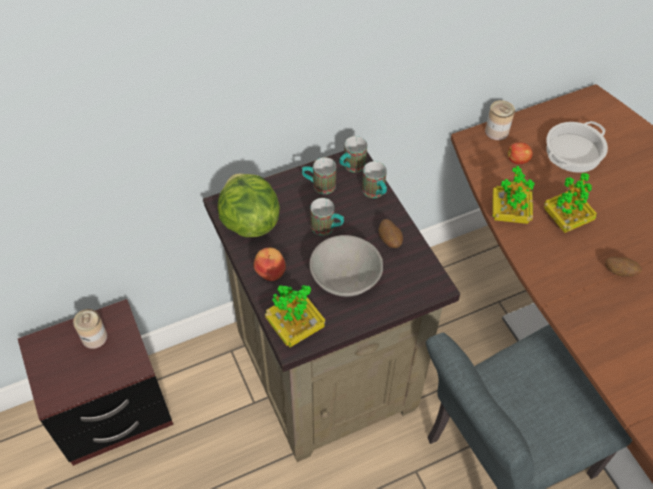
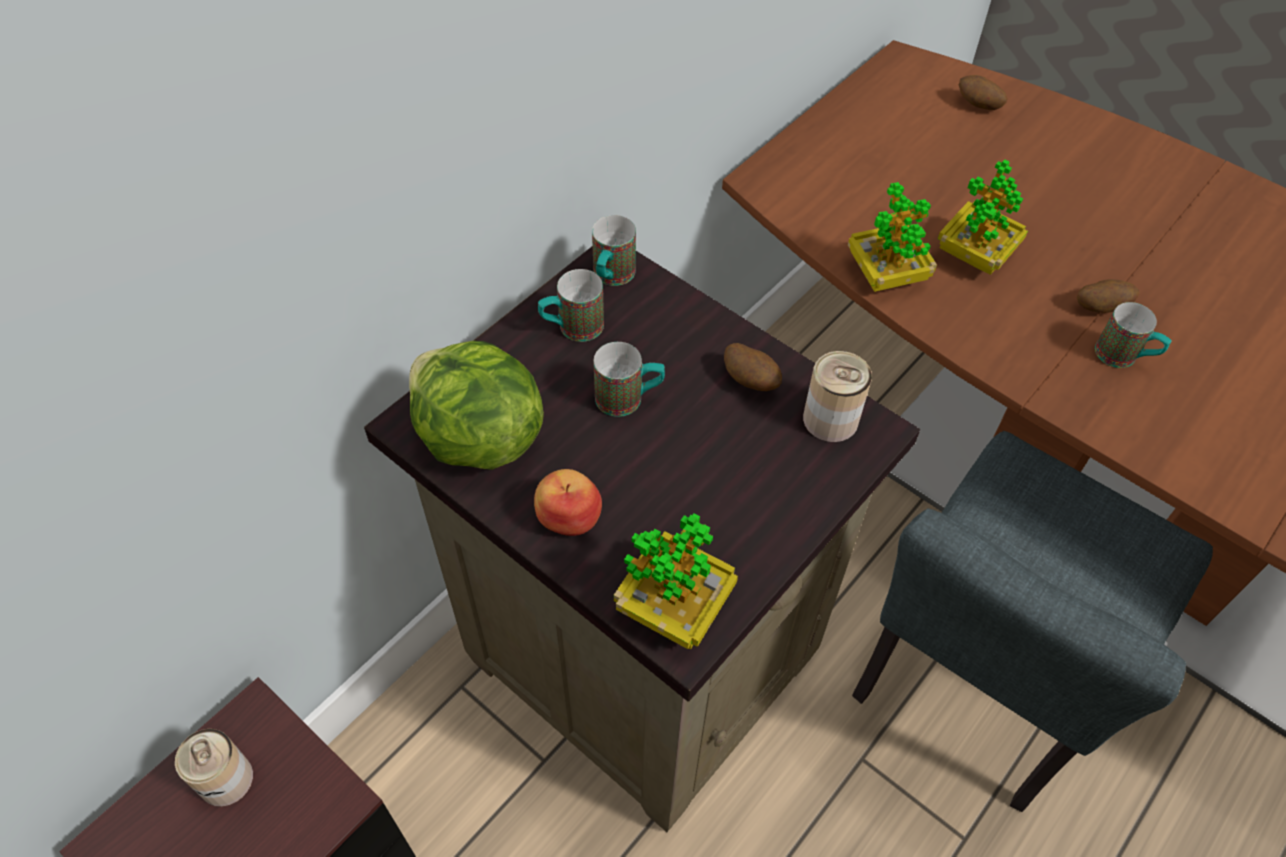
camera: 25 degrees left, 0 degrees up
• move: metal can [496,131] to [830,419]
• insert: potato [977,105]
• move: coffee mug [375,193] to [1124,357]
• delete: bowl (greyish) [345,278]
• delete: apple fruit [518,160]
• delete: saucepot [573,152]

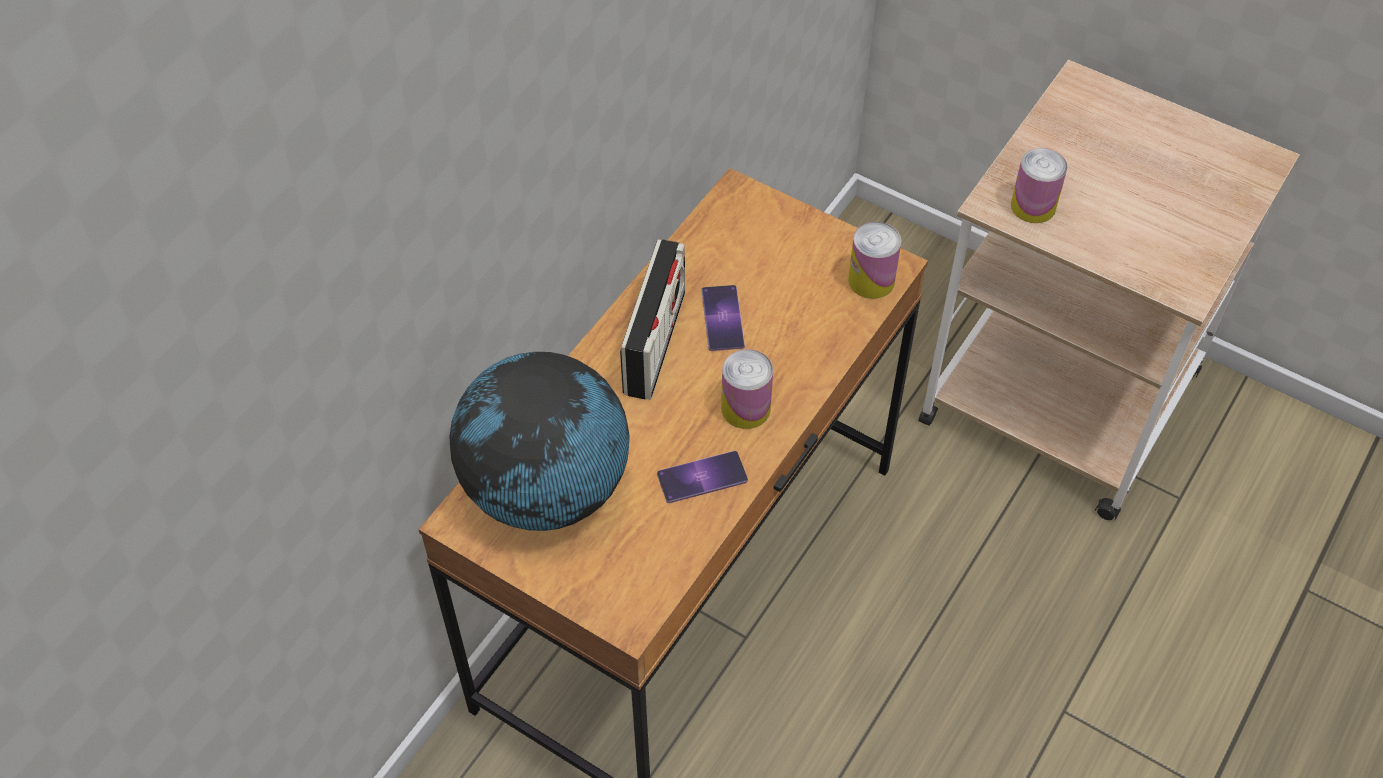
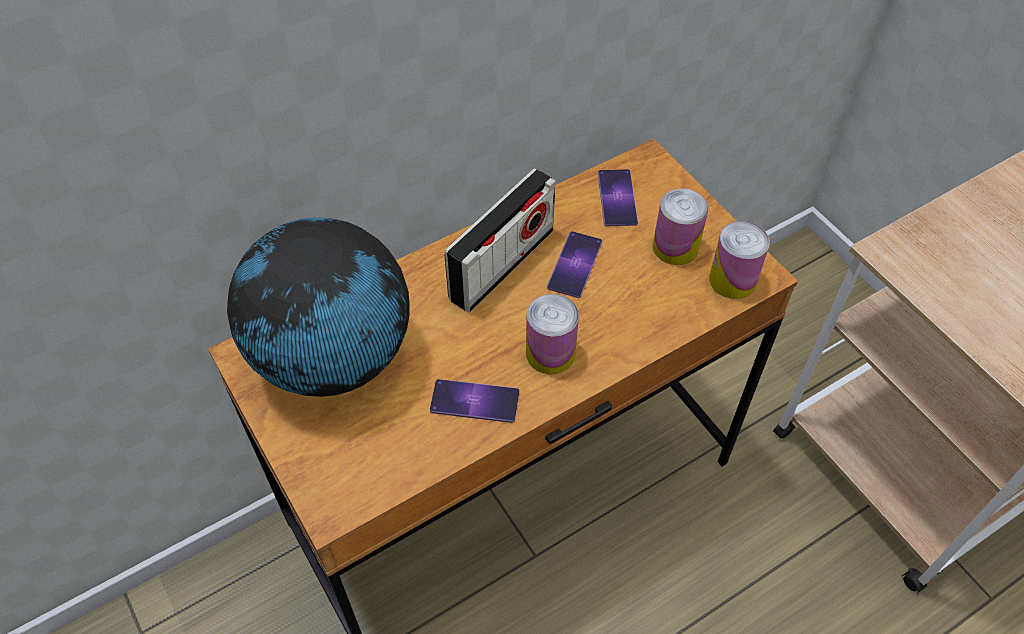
camera: 25 degrees right, 0 degrees up
• insert: telephone [617,198]
• move: metal can [1033,206] to [675,247]

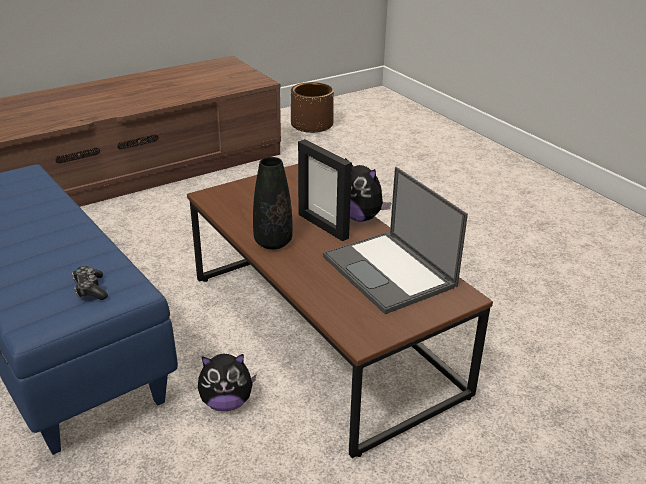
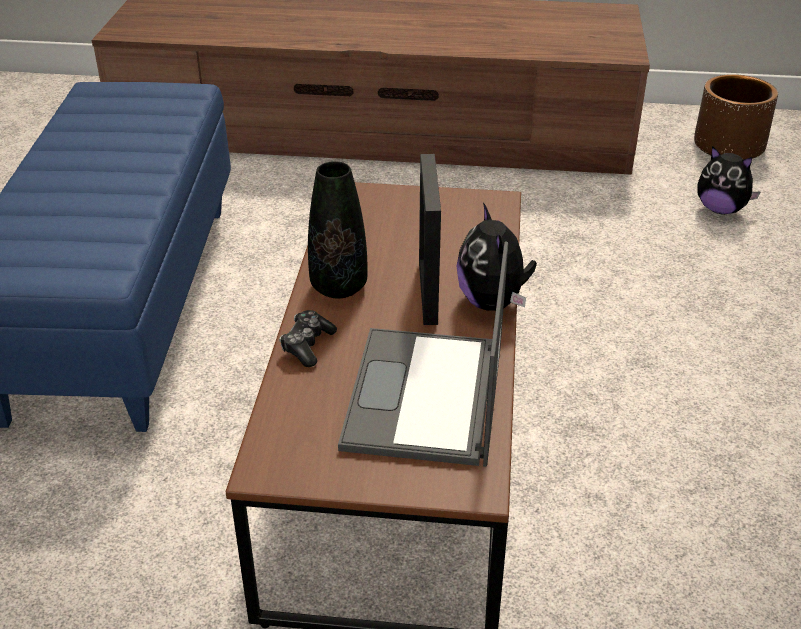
camera: 40 degrees right, 5 degrees up
• move: game controller [90,289] to [307,345]
• move: soft toy [226,402] to [721,209]

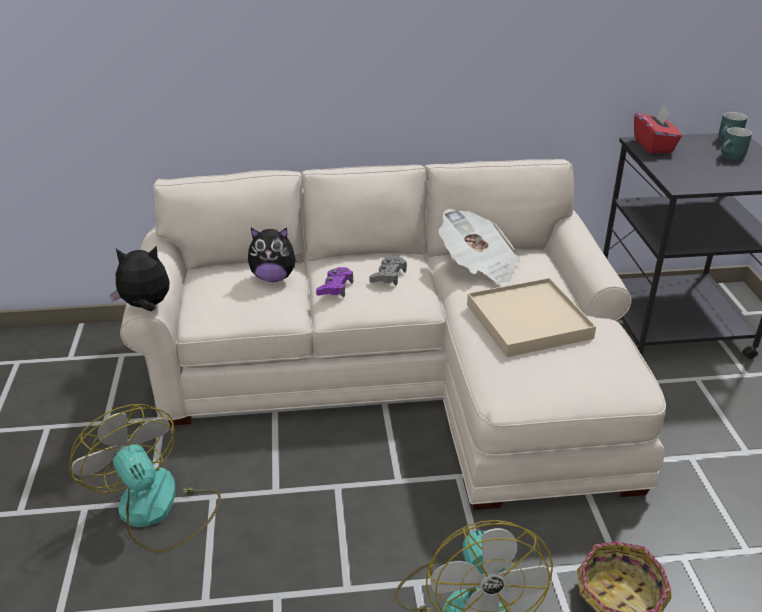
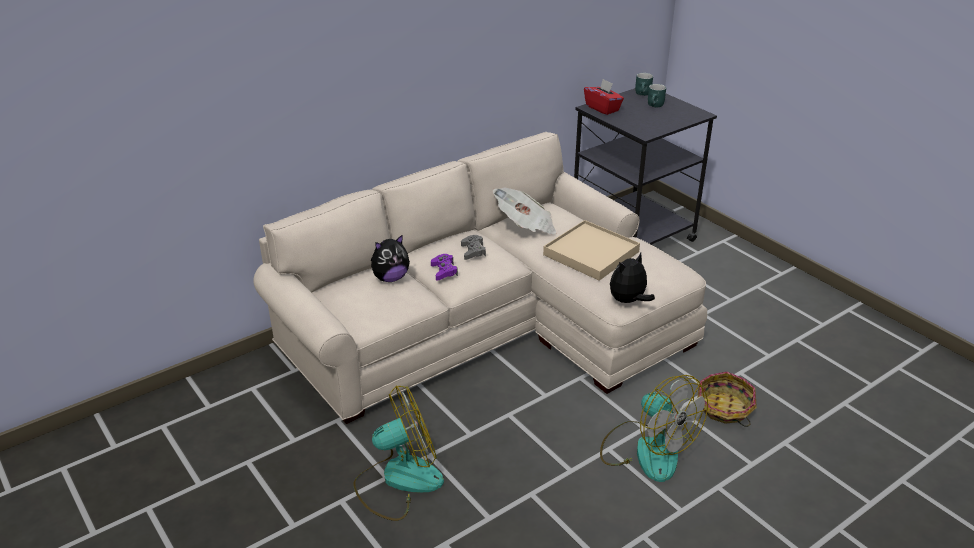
camera: 30 degrees left, 0 degrees up
• rotate: electric fan [157,510] = [398,480] 135 degrees clockwise
• move: soft toy [146,306] to [628,301]

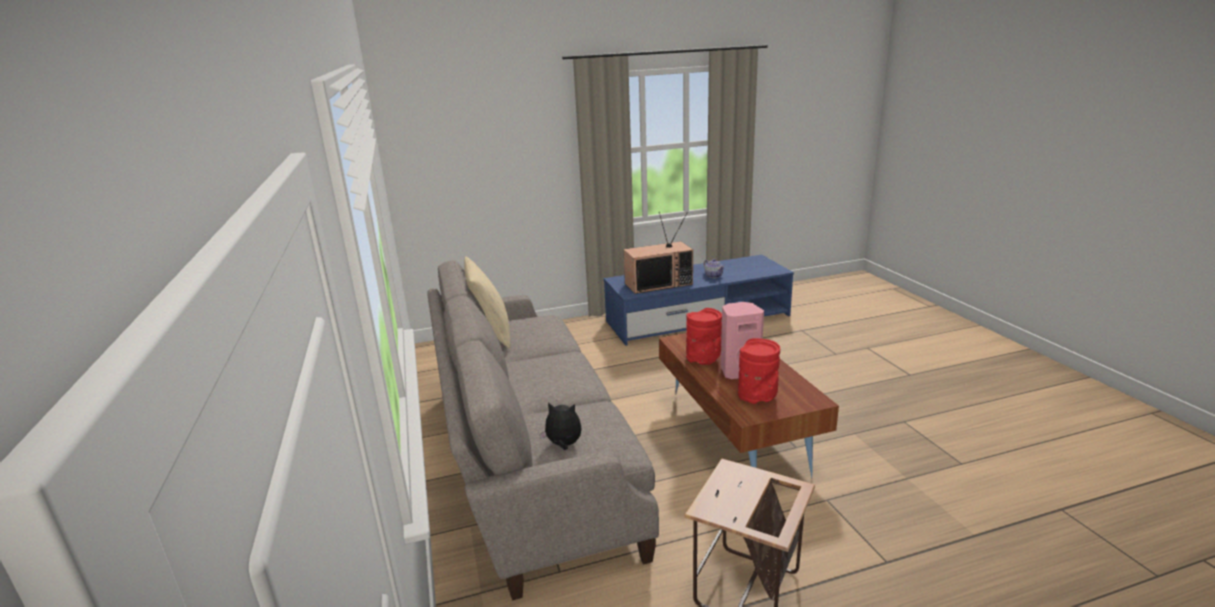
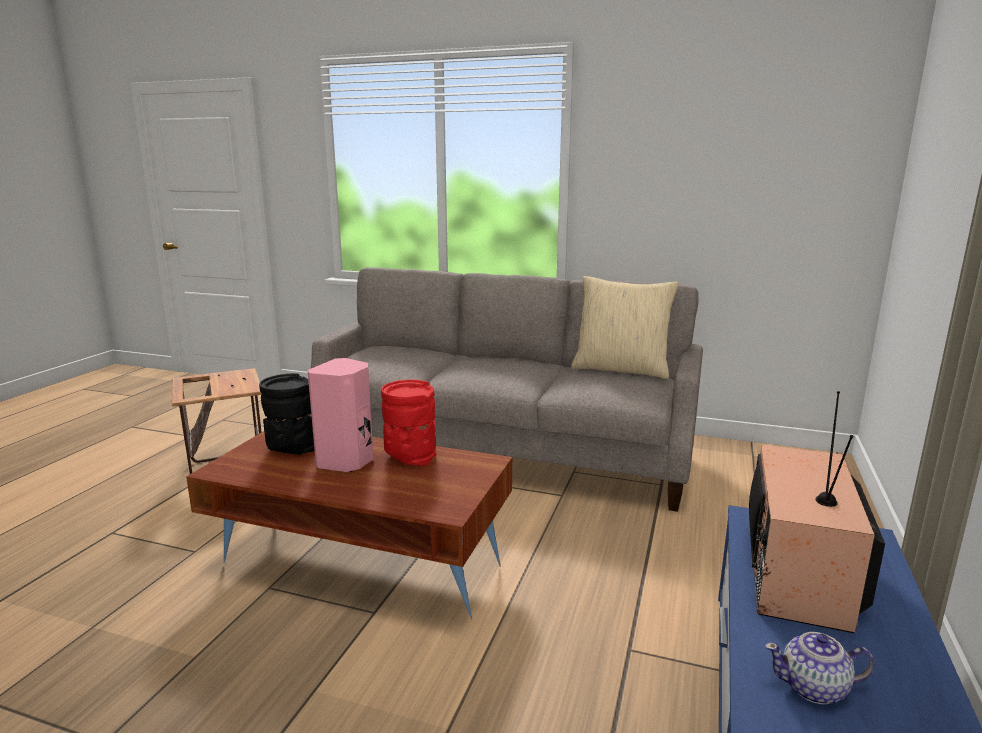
camera: 125 degrees right, 5 degrees down
• recolor: vase (red-coloured) [758,396] to vase (black) [292,448]
• delete: soft toy [563,445]

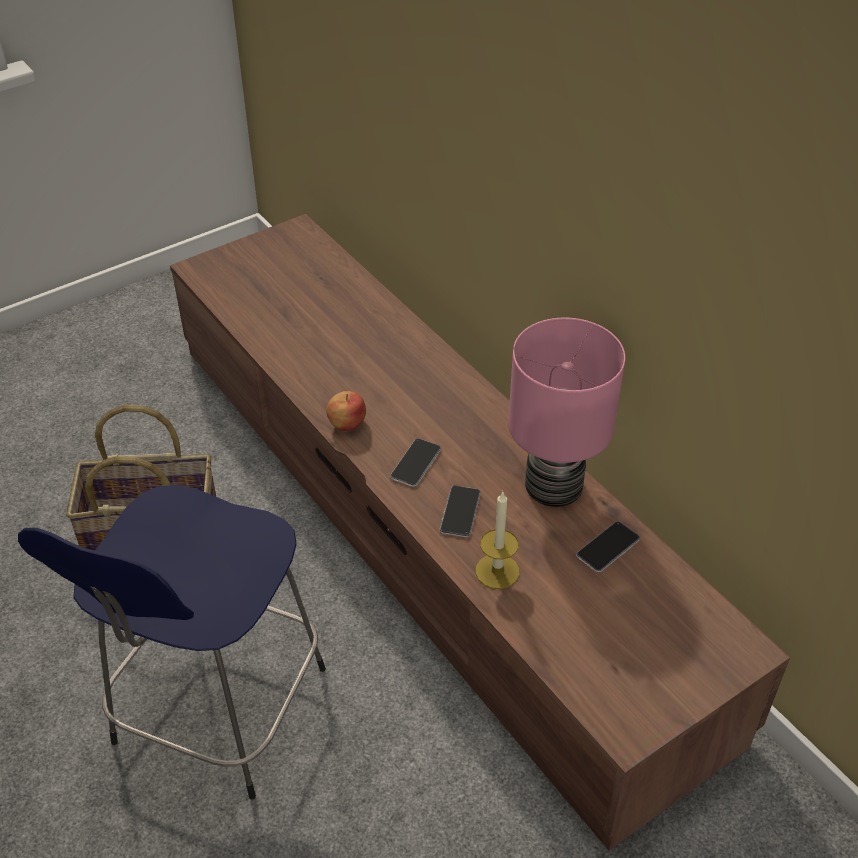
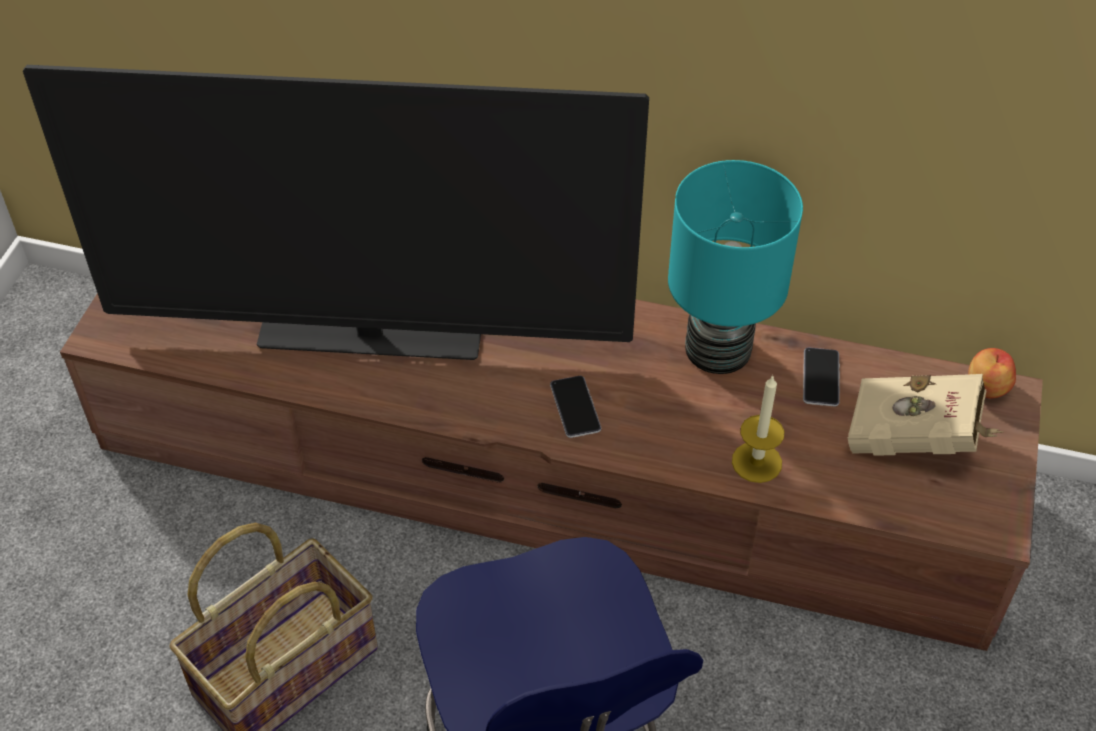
camera: 40 degrees left, 5 degrees up
• insert: TV [370,339]
• recolor: lamp for a table (pinkish) [554,485] to lamp for a table (turquoise-coloured) [718,349]
• insert: book (beige-coloured) [916,439]
• move: apple fruit [347,423] to [985,387]
• delete: telephone [460,512]

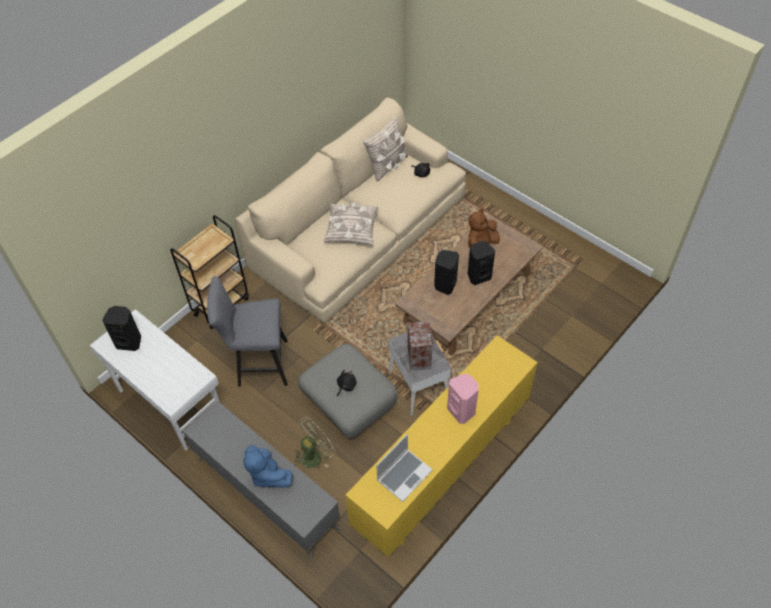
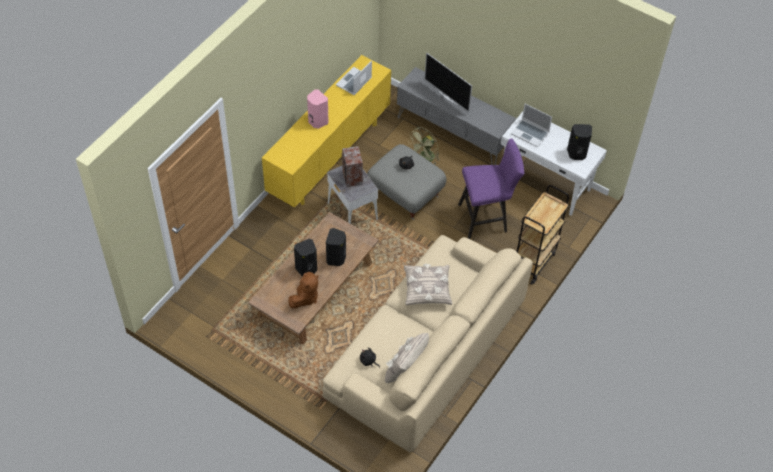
camera: 170 degrees right, 0 degrees up
• replace: soft toy (bluish) [267,474] to TV [448,97]
• recolor: sitting stool (greyish) [258,364] to sitting stool (purple) [486,218]
• insert: laptop [530,133]

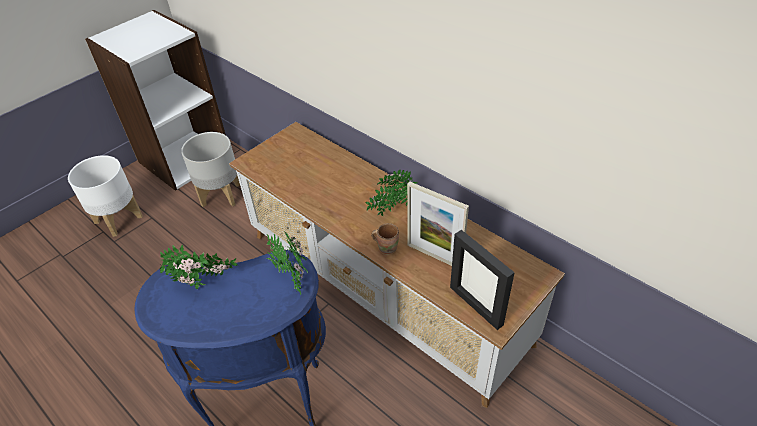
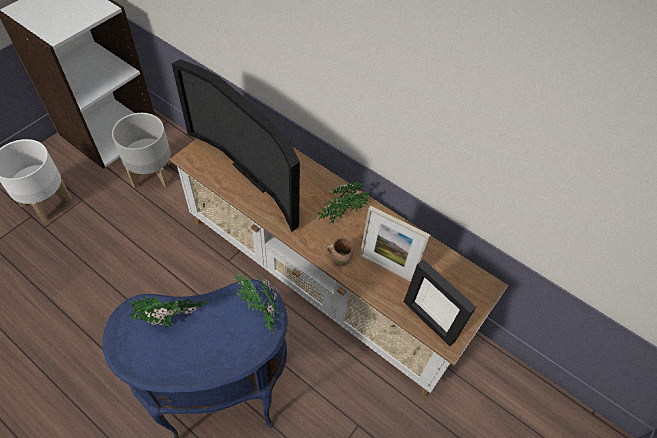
camera: 10 degrees left, 10 degrees up
• insert: TV [257,170]

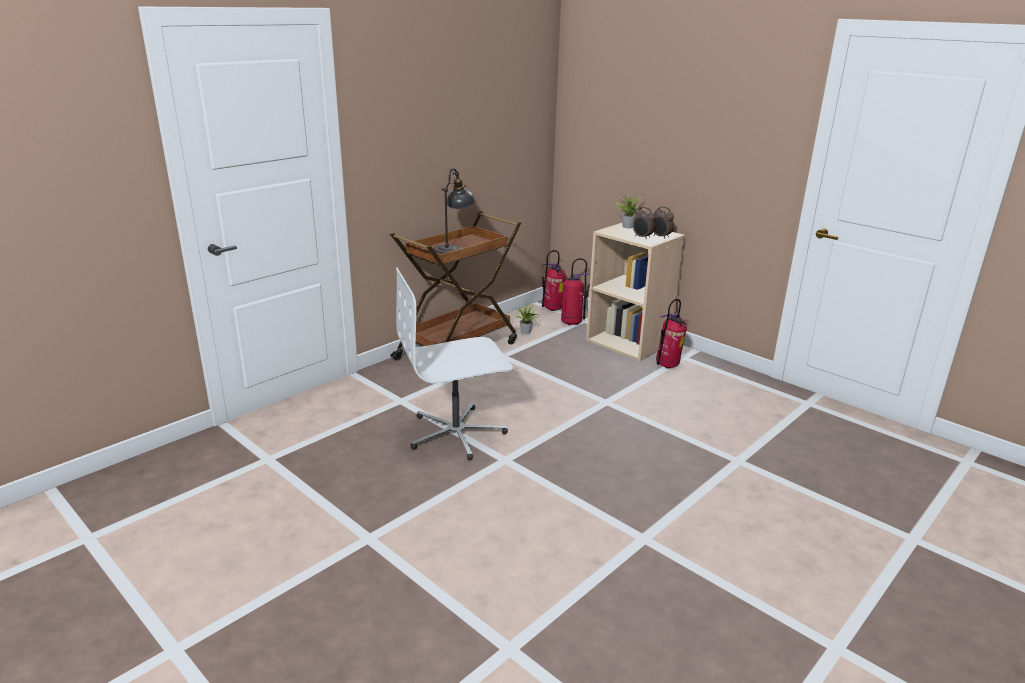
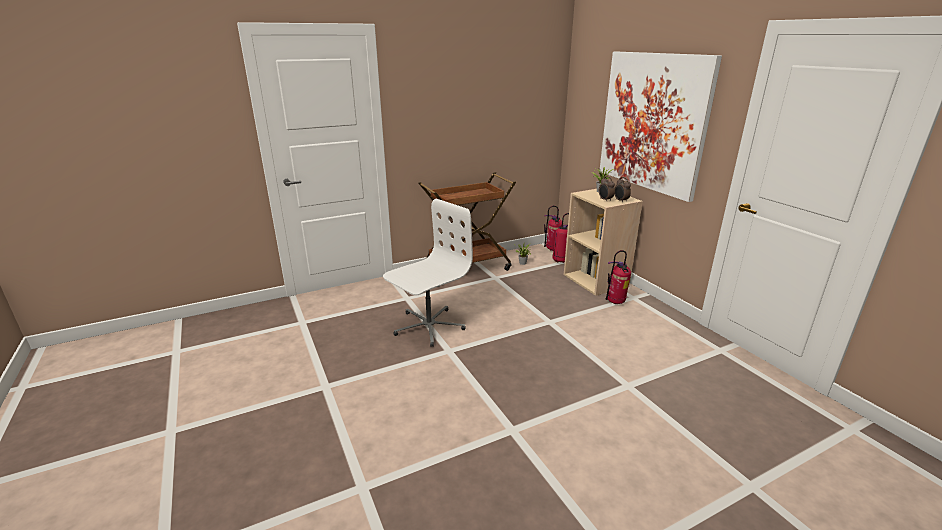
camera: 20 degrees right, 0 degrees up
• rotate: computer chair (white) [456,433] = [428,326] 135 degrees clockwise
• insert: picture [653,122]
• delete: lamp for a table (greyish) [453,248]

